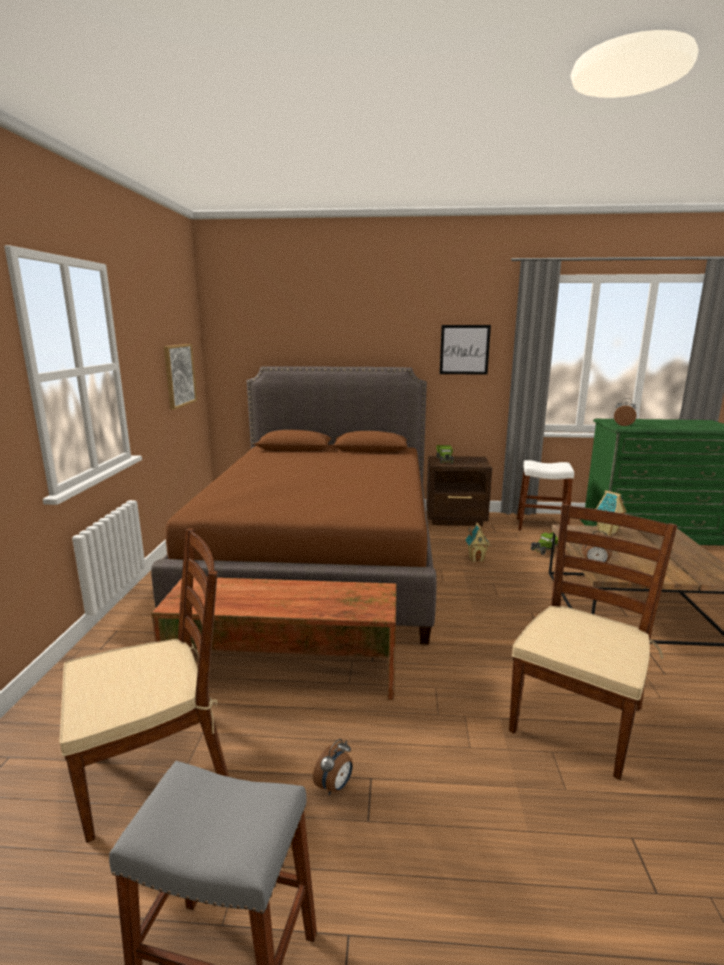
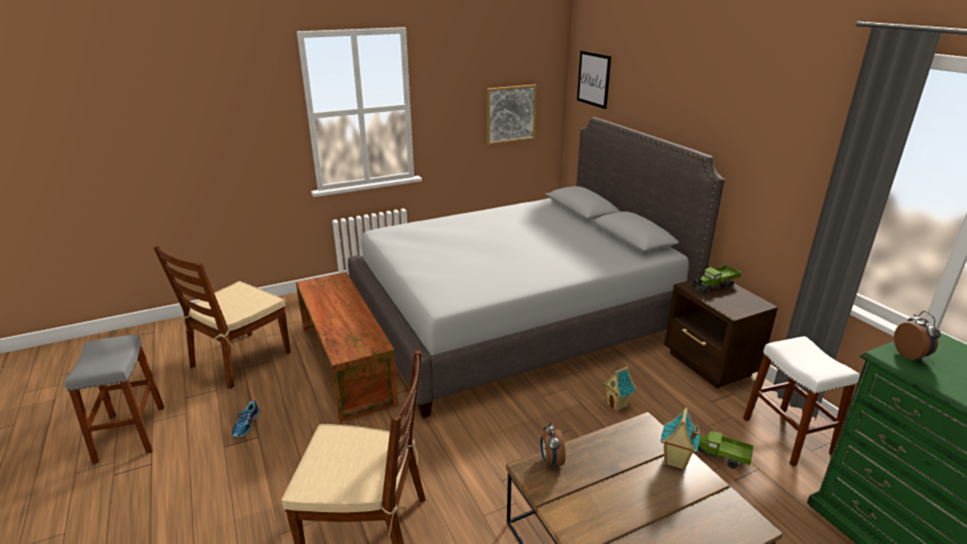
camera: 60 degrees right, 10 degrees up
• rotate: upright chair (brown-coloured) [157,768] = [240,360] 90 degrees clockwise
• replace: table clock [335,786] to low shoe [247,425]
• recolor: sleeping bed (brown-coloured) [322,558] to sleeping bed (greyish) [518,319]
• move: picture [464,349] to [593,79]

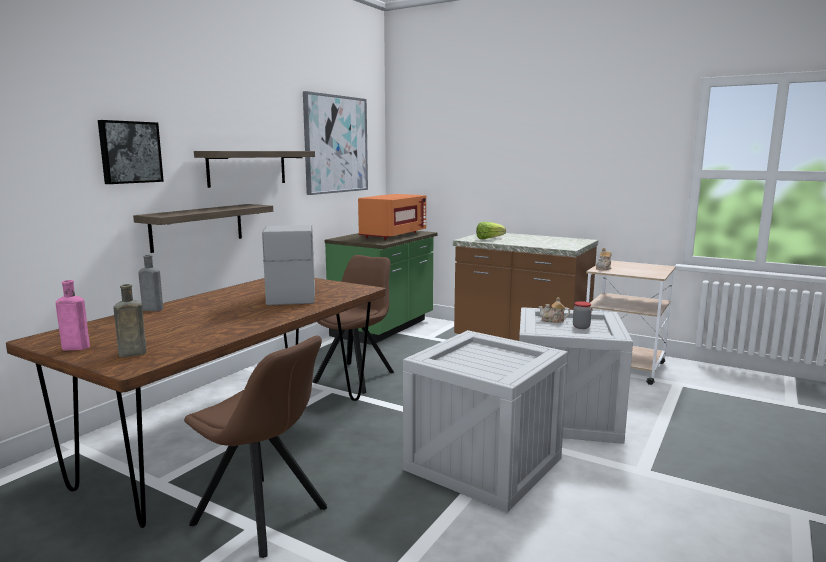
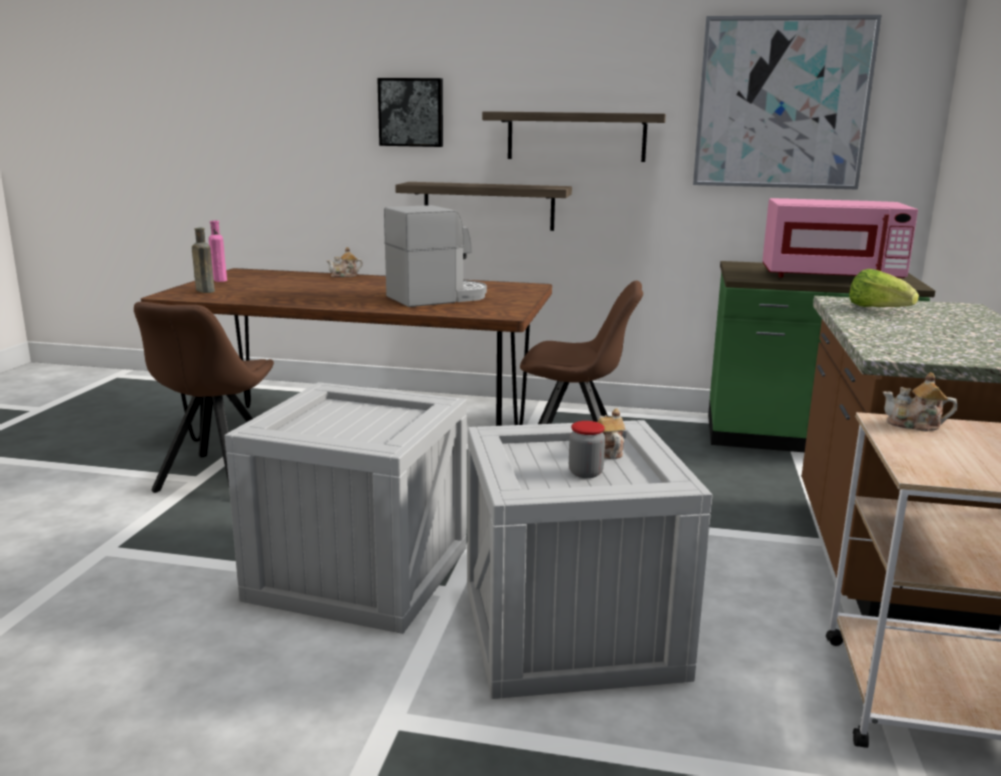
camera: 70 degrees right, 5 degrees up
• replace: beverage bottle (greyish) [151,309] to teapot [345,276]
• recolor: microwave (orangey) [393,235] to microwave (pinkish) [830,276]

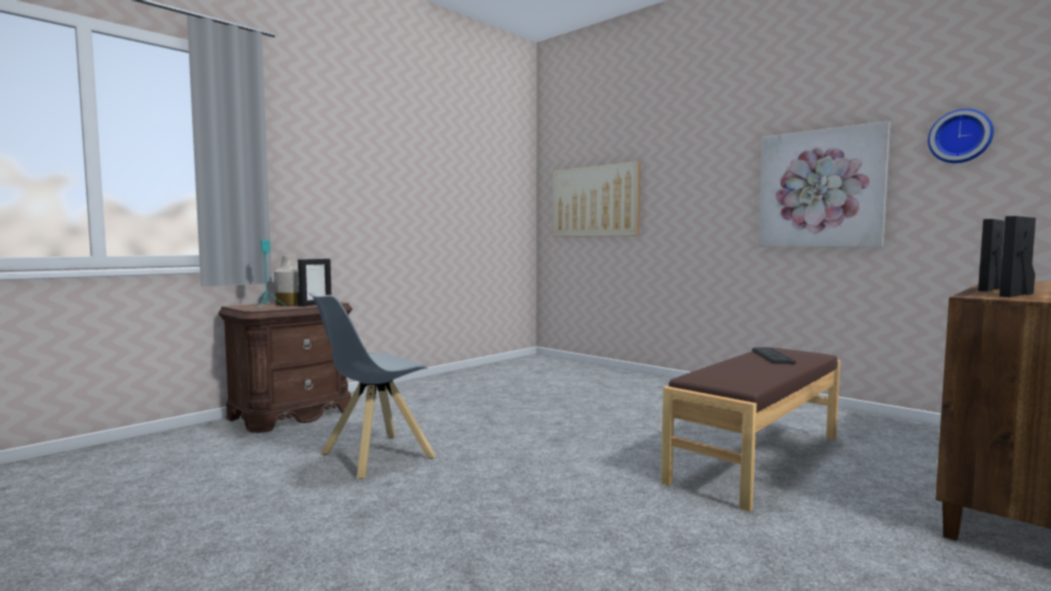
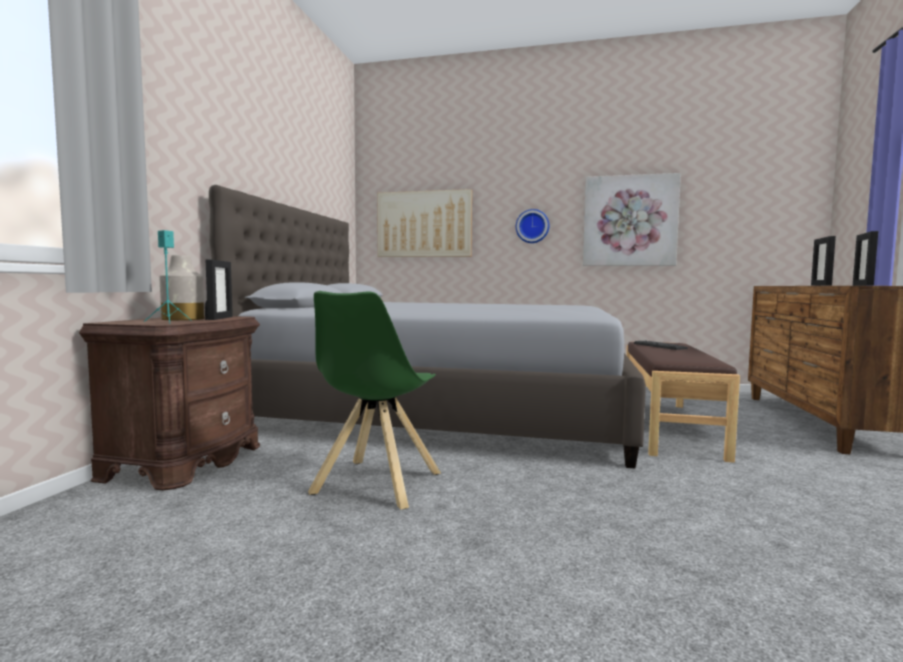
camera: 30 degrees left, 0 degrees up
• insert: sleeping bed (greyish) [442,411]
• recolor: upright chair (greyish) [374,456] to upright chair (green-coloured) [375,484]
• move: wall clock [960,136] to [532,226]

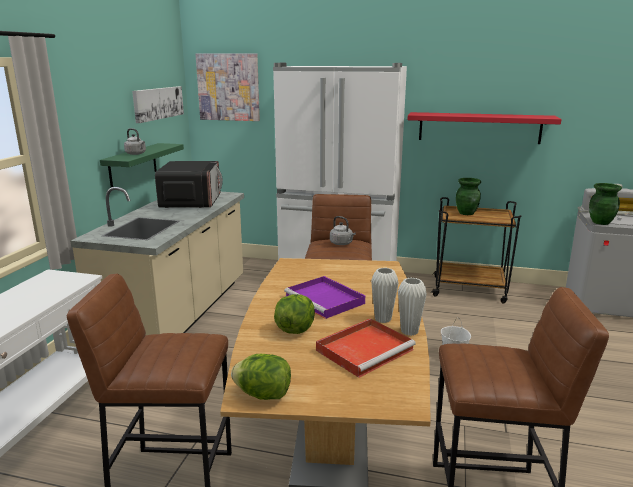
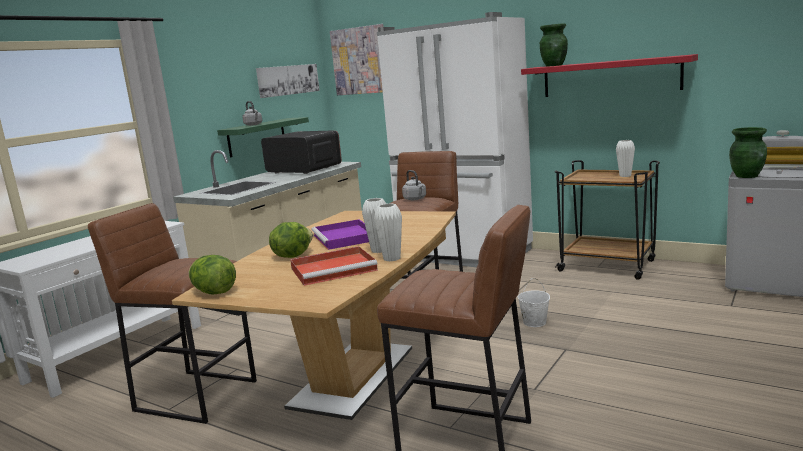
camera: 20 degrees right, 5 degrees down
• rotate: microwave [191,202] = [303,169] 75 degrees counterclockwise
• move: vase (green-coloured) [466,213] to [554,65]
• insert: vase (white) [625,176]

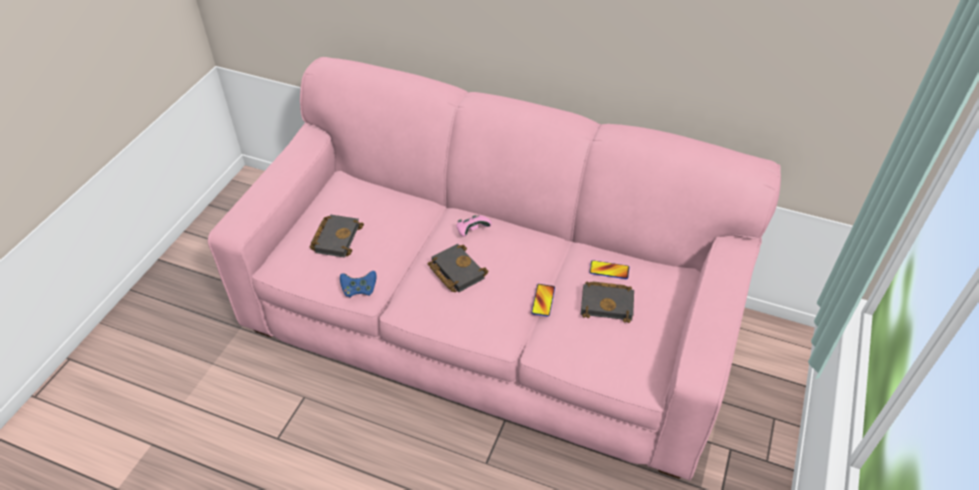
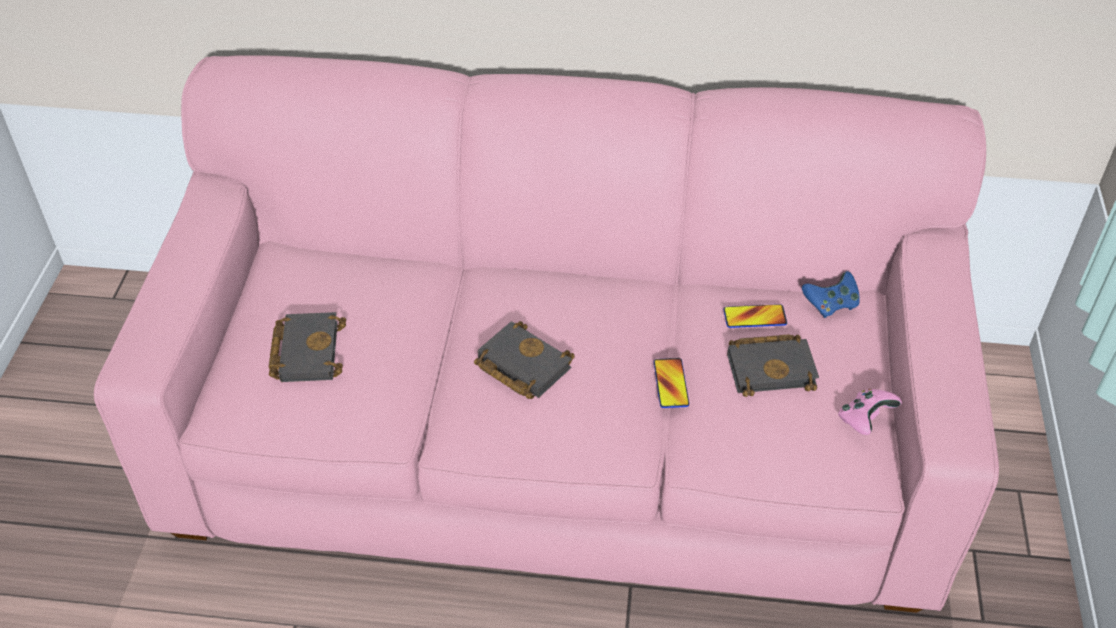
camera: 15 degrees left, 0 degrees up
• move: game controller (bluish) [359,290] to [830,305]
• move: game controller (pinkish) [472,231] to [864,419]

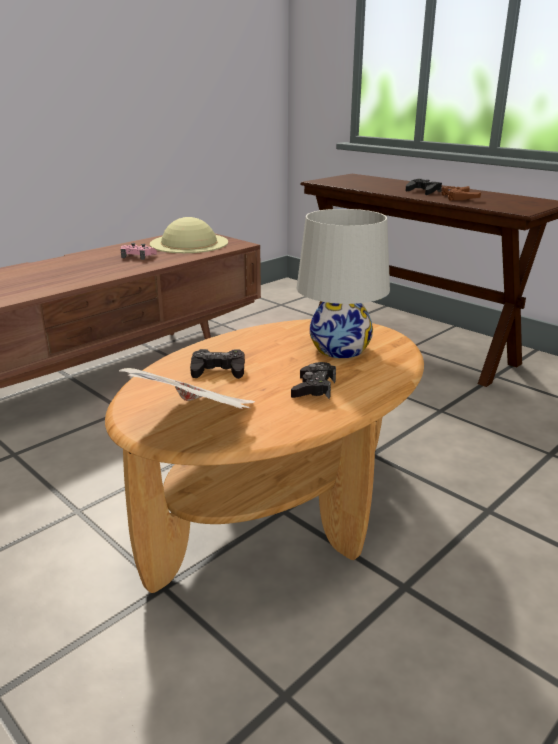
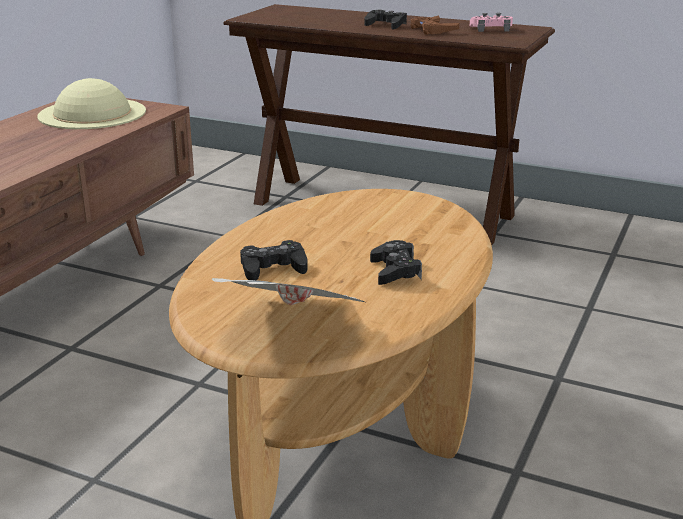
camera: 20 degrees left, 0 degrees up
• move: game controller (pinkish) [138,256] to [491,29]
• delete: lamp for a table (white) [340,349]

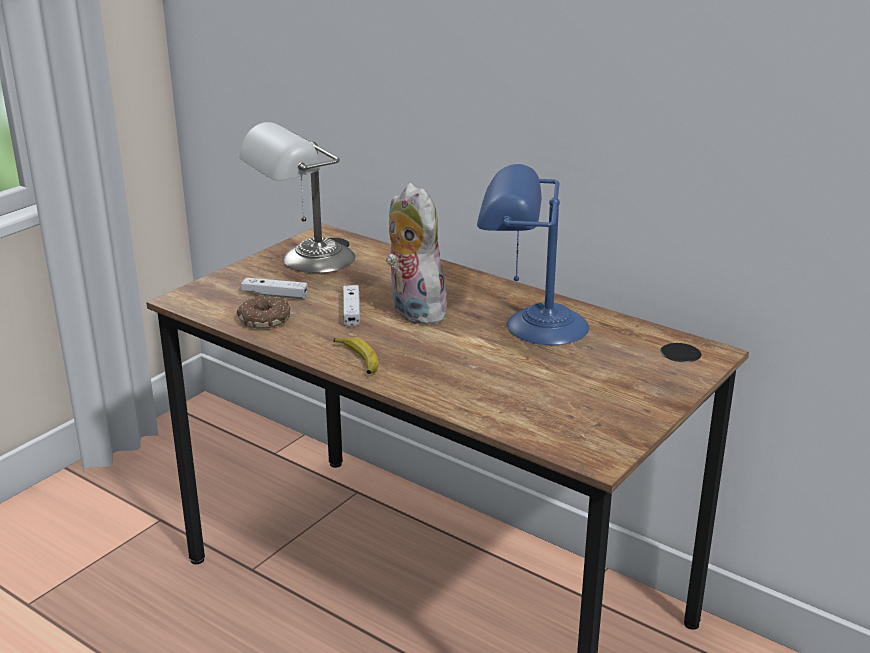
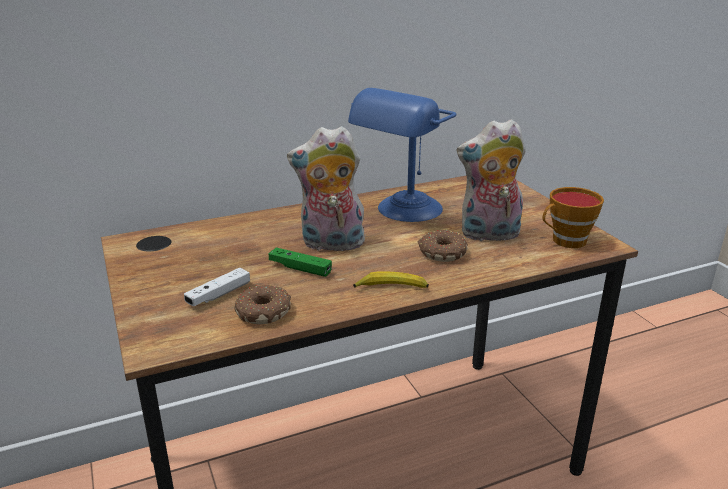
camera: 60 degrees left, 0 degrees up
• recolor: game controller (white) [351,312] to game controller (green-coloured) [300,268]
• insert: donut [441,253]
• insert: soft toy [489,235]
• insert: cup [566,241]
• delete: lamp for a table (white) [305,262]

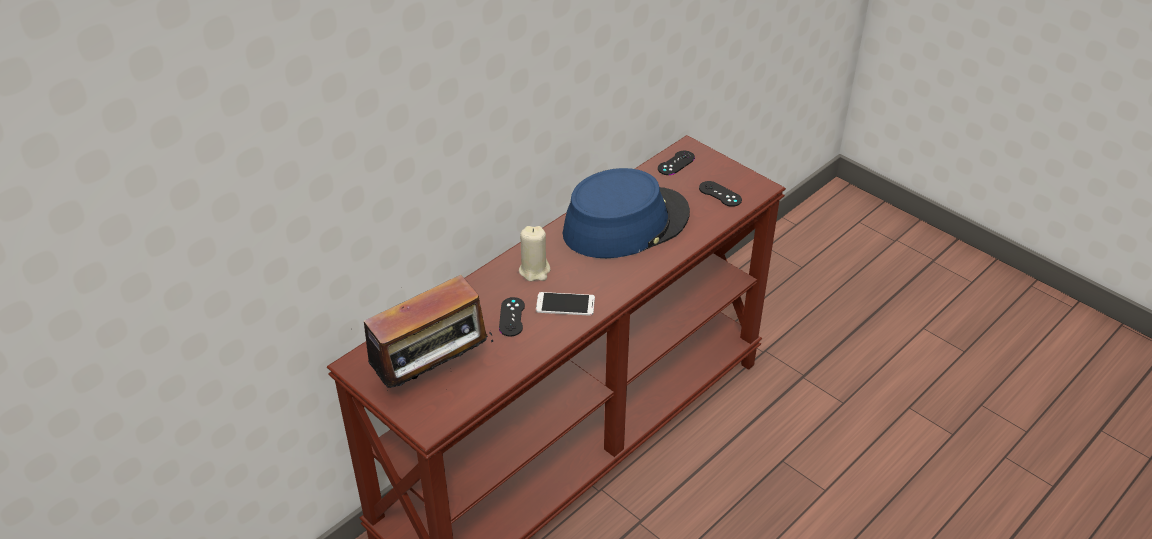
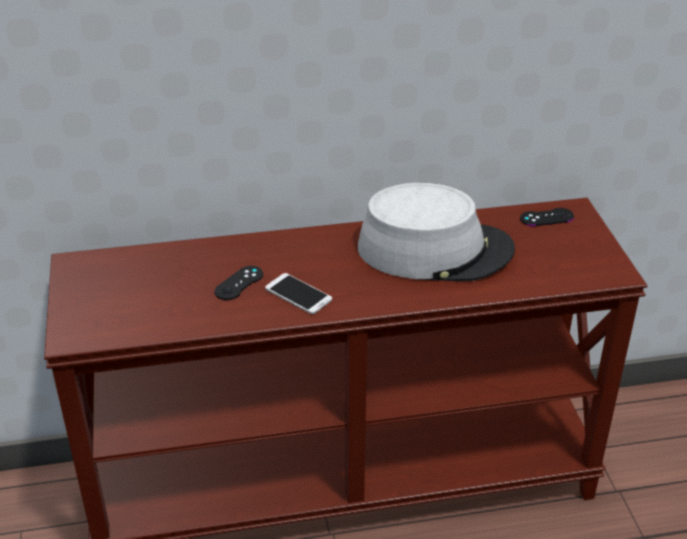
camera: 35 degrees right, 5 degrees down
• recolor: hat (bluish) [625,223] to hat (greyish) [435,250]
• delete: radio set [433,375]
• delete: wax light (beige-coloured) [534,270]
• delete: game controller (black) [720,194]

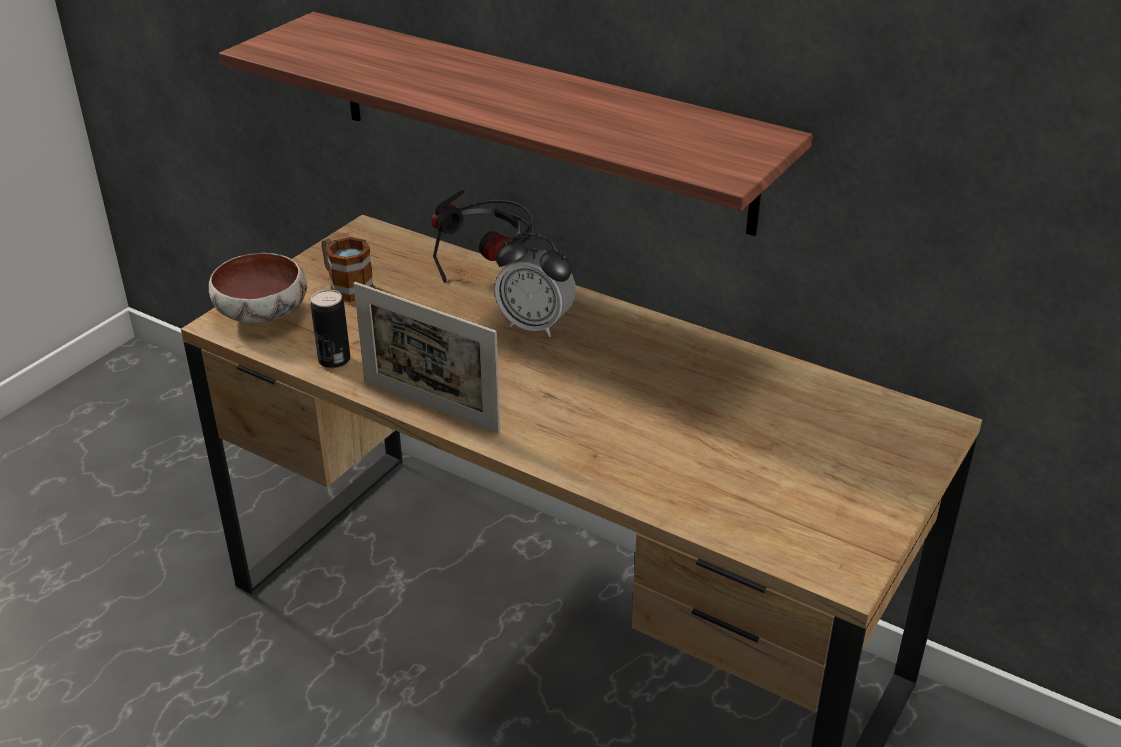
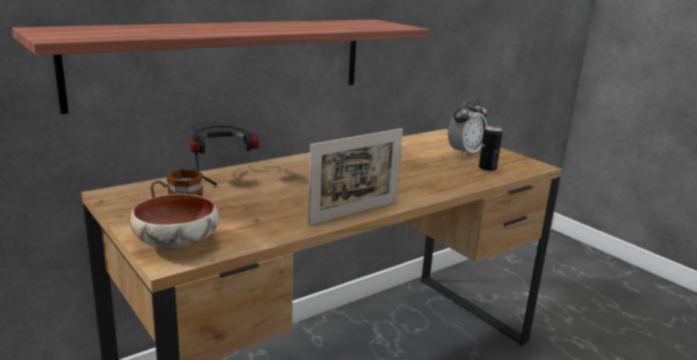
camera: 70 degrees left, 15 degrees down
• move: table clock [535,325] to [465,153]
• move: metal can [334,360] to [487,168]

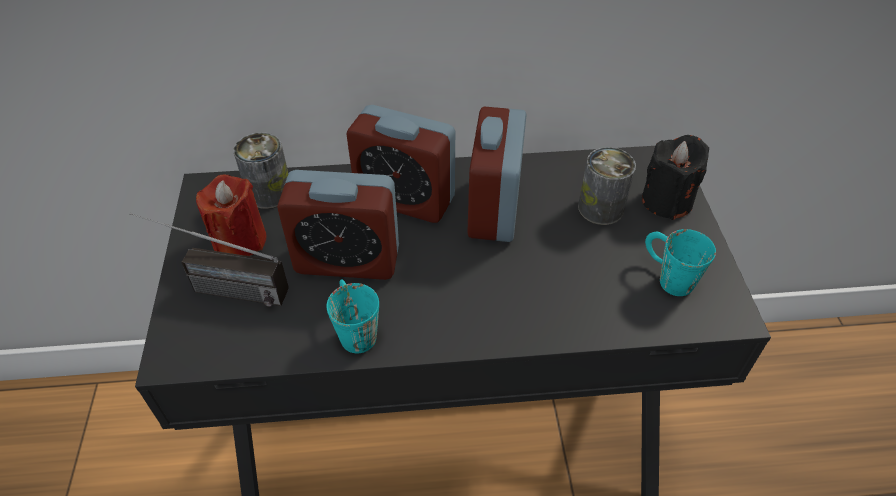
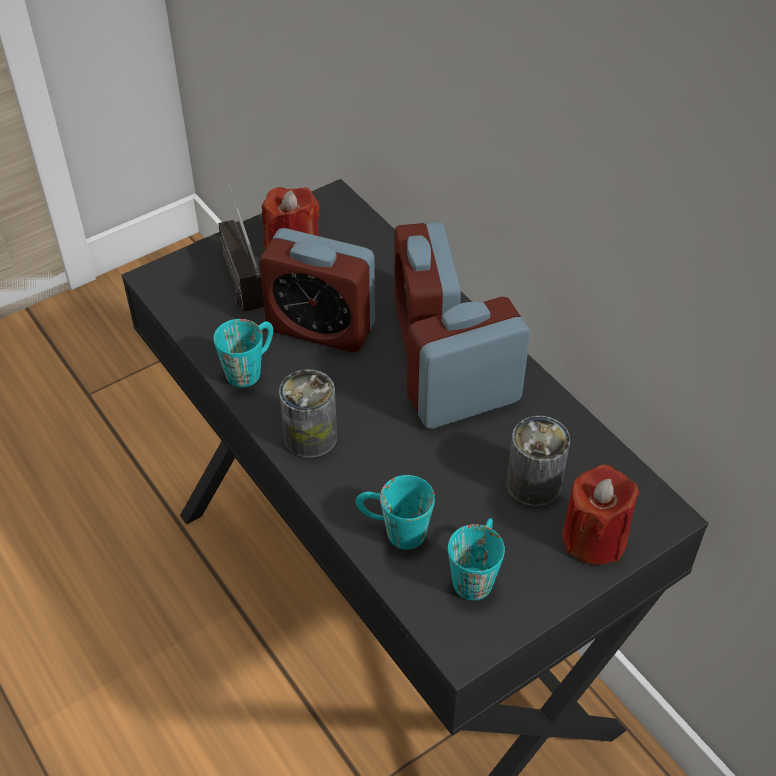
camera: 60 degrees right, 0 degrees up
• rotate: table clock [347,260] = [321,327] 45 degrees counterclockwise
• move: metal can [269,192] to [310,436]
• insert: coffee mug (turquoise-coloured) [393,530]
• recolor: wax light (black) [666,201] to wax light (red-coloured) [594,538]

